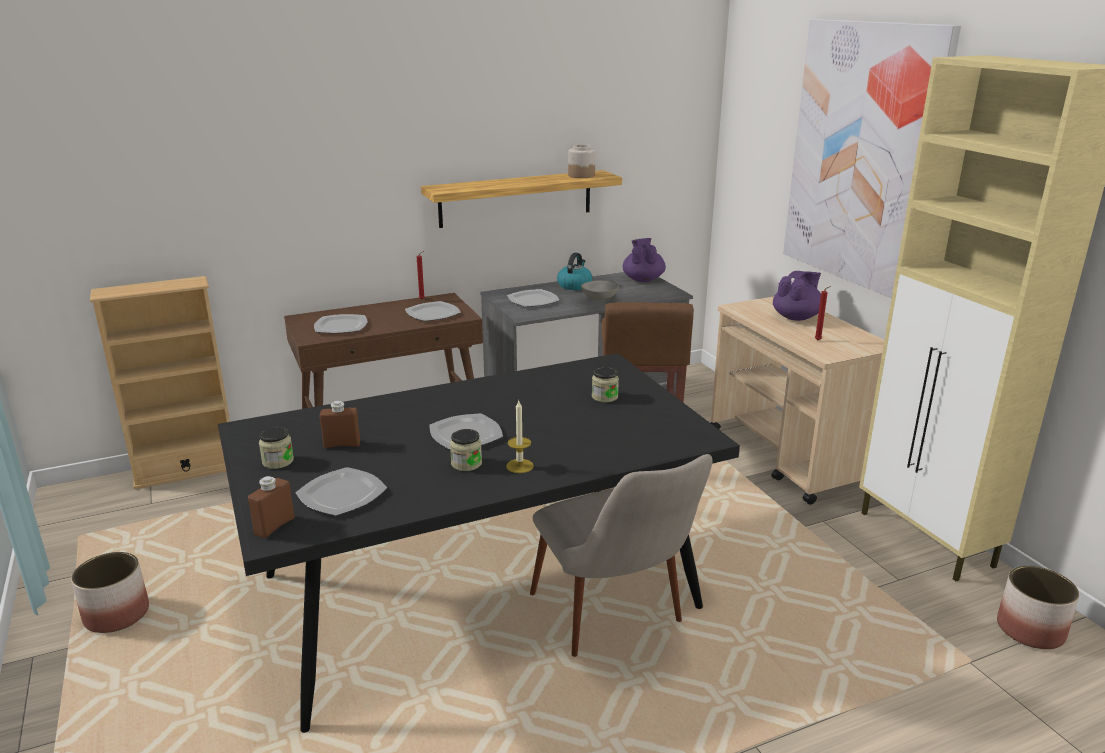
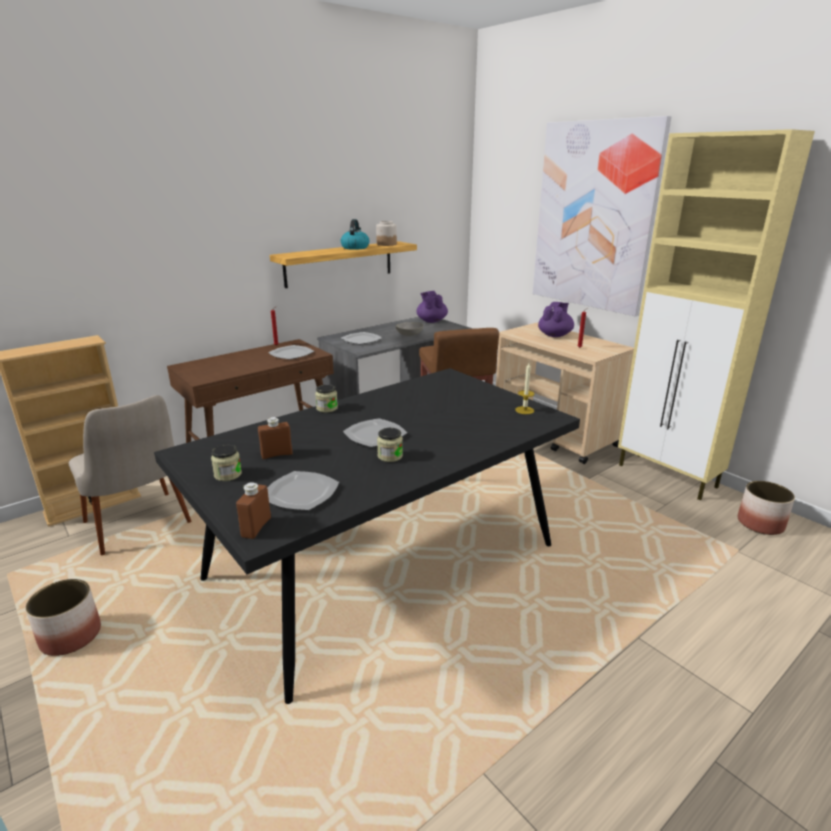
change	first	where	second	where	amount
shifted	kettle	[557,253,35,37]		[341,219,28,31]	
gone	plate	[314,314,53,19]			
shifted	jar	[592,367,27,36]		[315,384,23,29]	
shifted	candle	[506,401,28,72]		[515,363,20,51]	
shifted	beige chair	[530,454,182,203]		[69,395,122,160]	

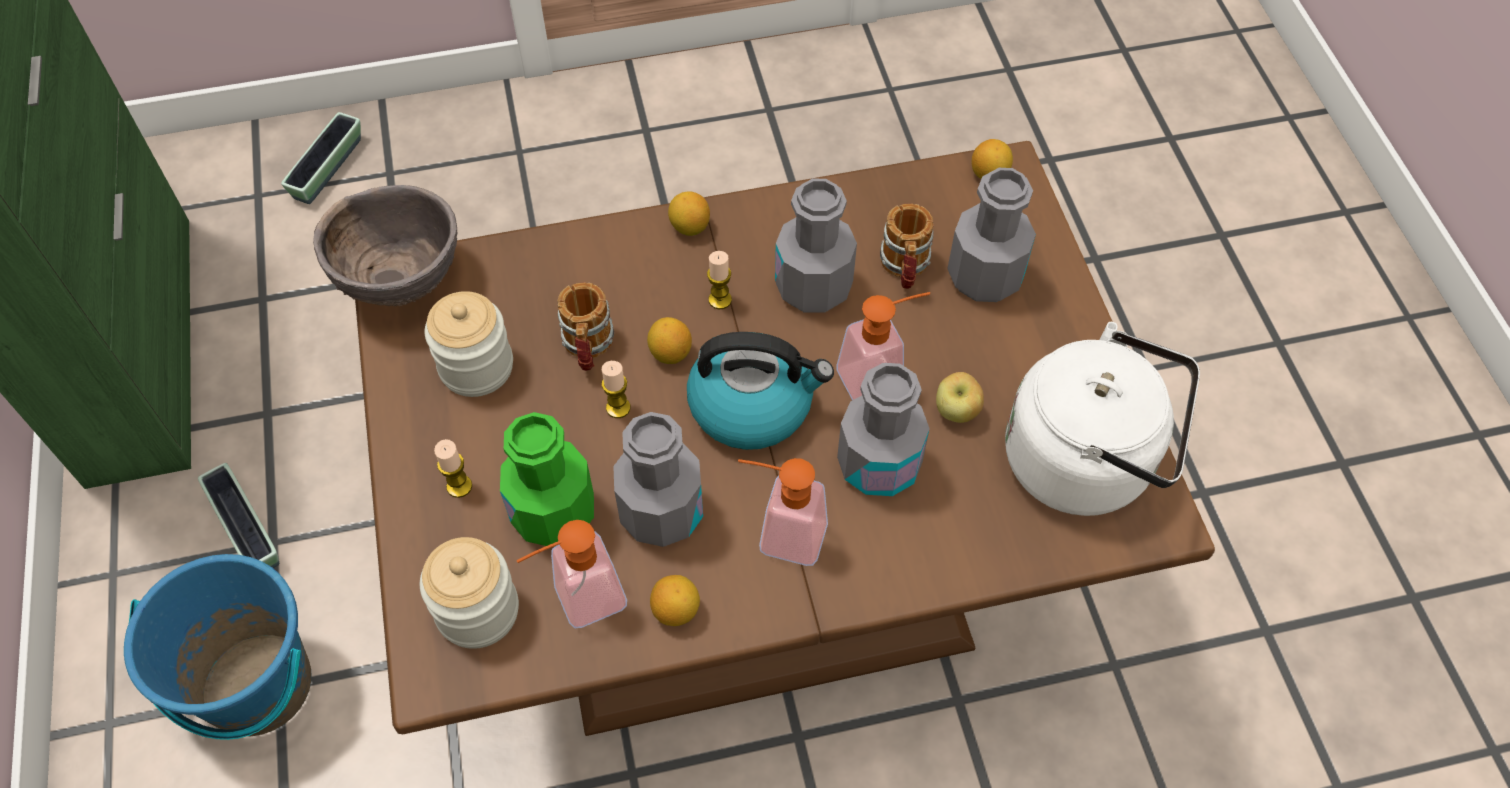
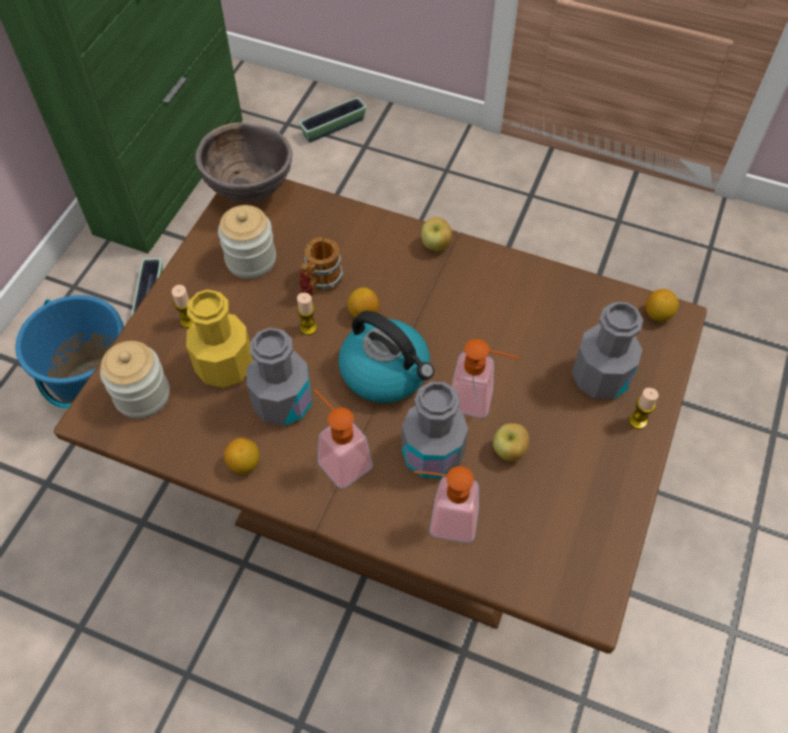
change	first	where	second	where	amount
gone	grey bottle	[775,179,82,134]			
swapped	lemon	[668,191,42,45]	apple	[421,217,31,34]	
gone	mug	[880,203,54,86]			
shifted	candle	[707,251,25,58]		[629,388,30,41]	
gone	white kettle	[1005,322,195,194]			
repainted	green bottle	[500,412,94,134]	yellow bottle	[186,290,66,98]	
shifted	soap dispenser	[517,520,110,108]		[414,466,65,76]	

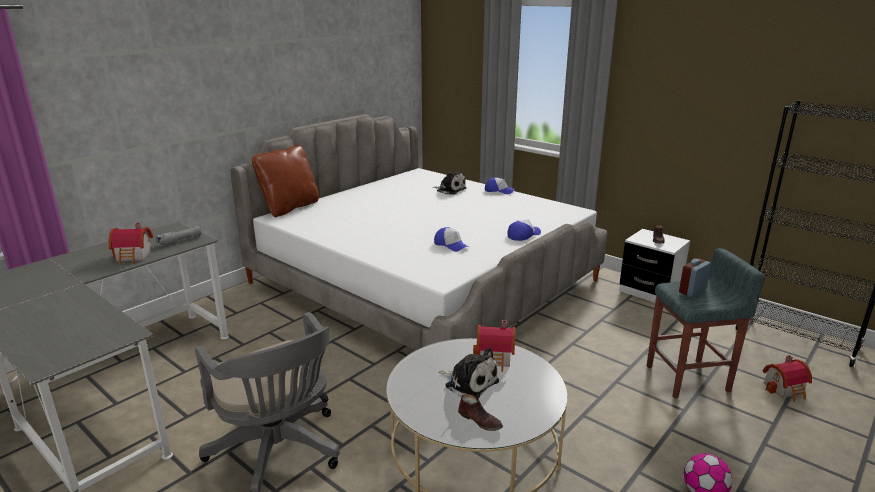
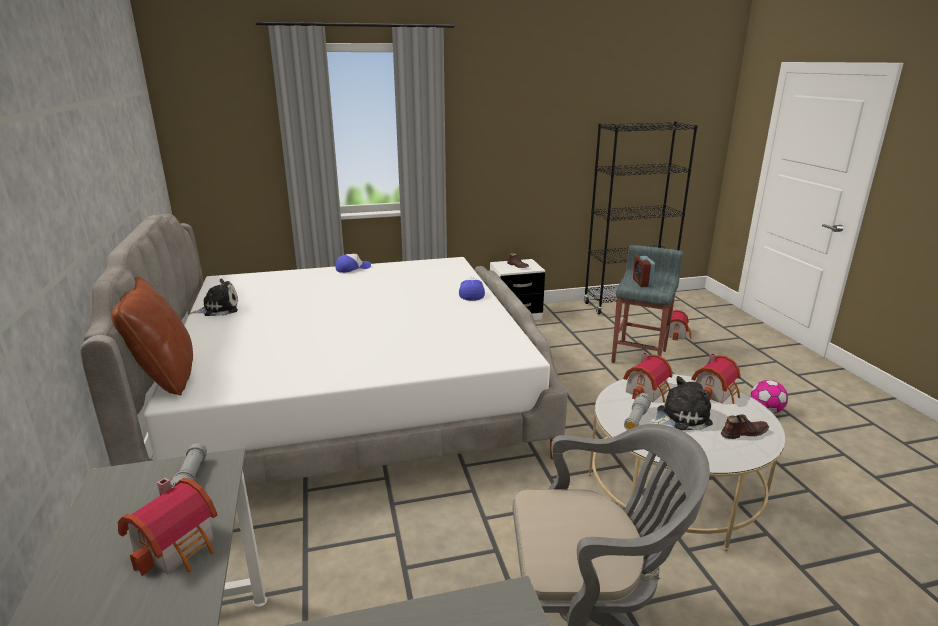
change	first	where	second	where	amount
shifted	plush toy	[433,170,34,25]		[189,279,49,37]	
gone	cap	[434,227,35,25]			
new			toy house	[691,353,50,51]	
new			grey flashlight	[624,393,27,37]	

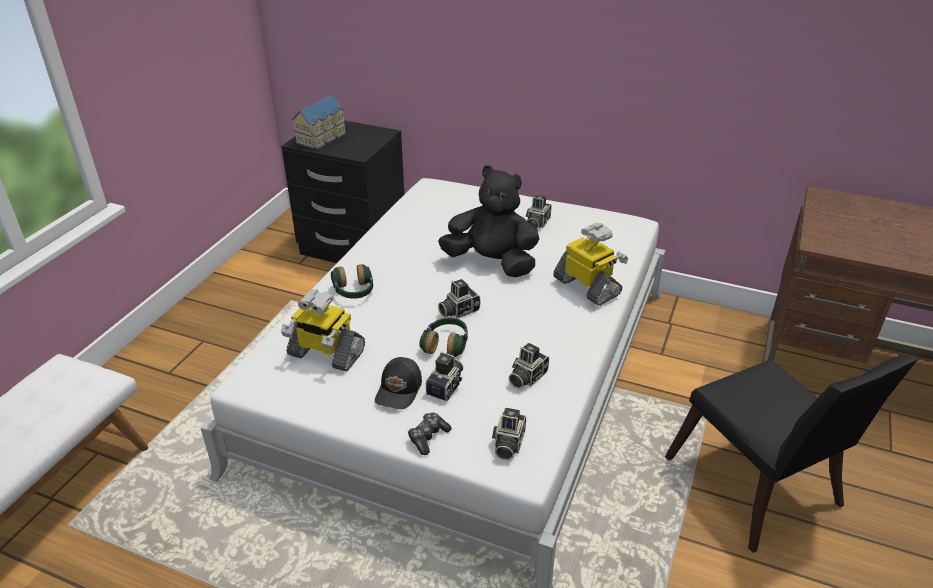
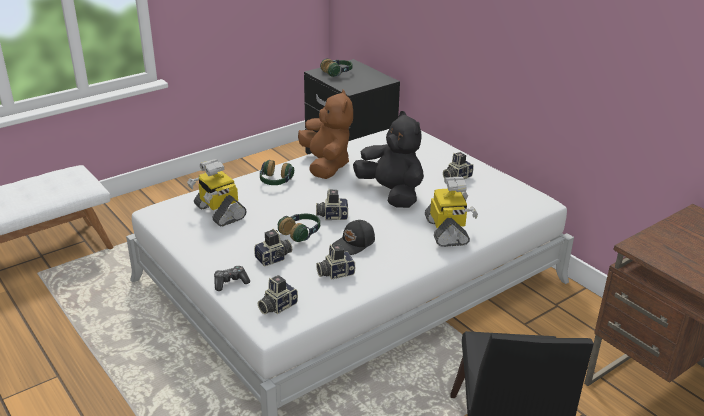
change	first	where	second	where	amount
swapped	toy house	[292,95,54,54]	headphones	[320,59,32,18]	
shifted	black cap	[375,357,47,52]		[332,220,43,35]	
new			brown plush toy	[298,90,55,89]	

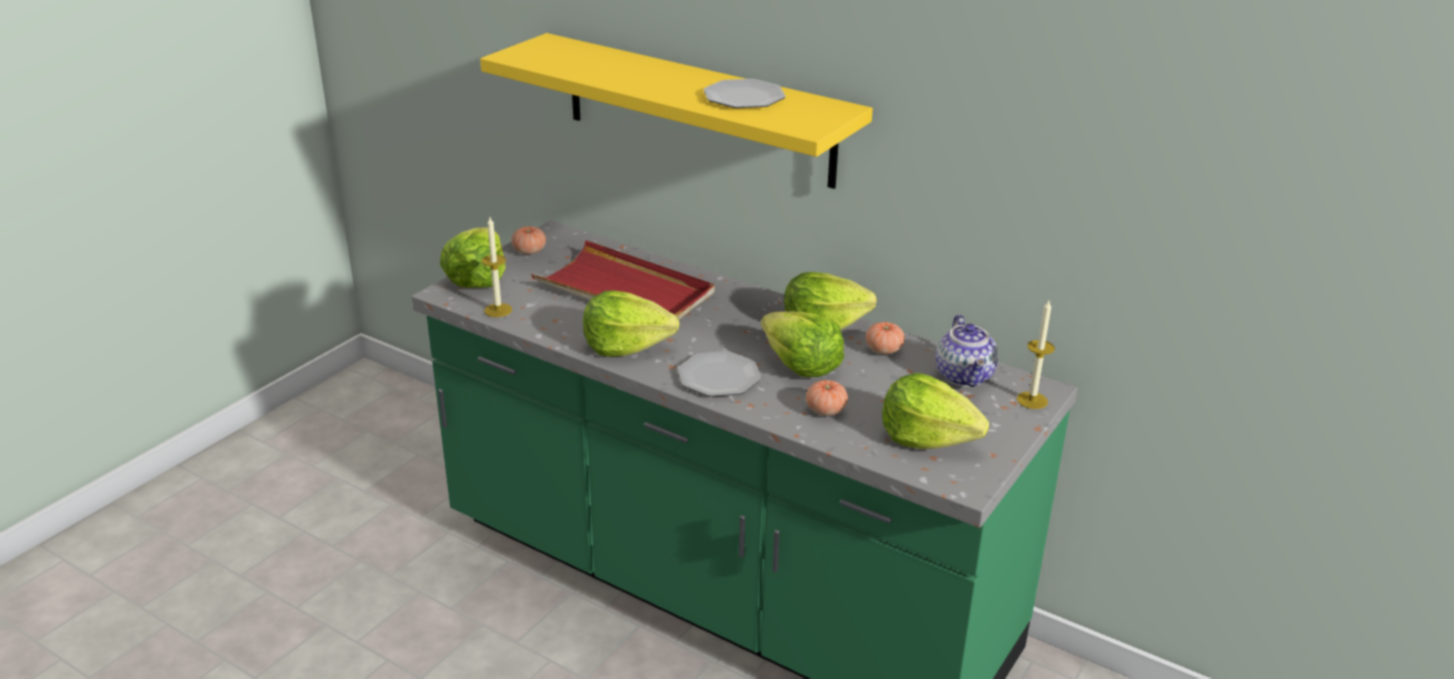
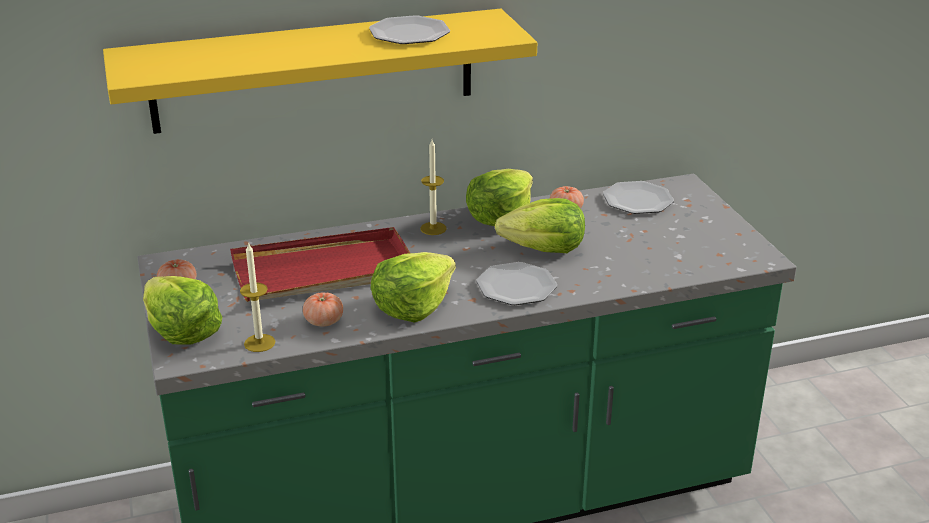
change	first	where	second	where	amount
shifted	candle	[1017,301,38,108]		[420,140,27,95]	
swapped	teapot	[936,315,62,72]	plate	[603,181,71,33]	
gone	lettuce	[882,373,107,76]			
shifted	tomato	[806,380,42,36]		[303,292,40,35]	

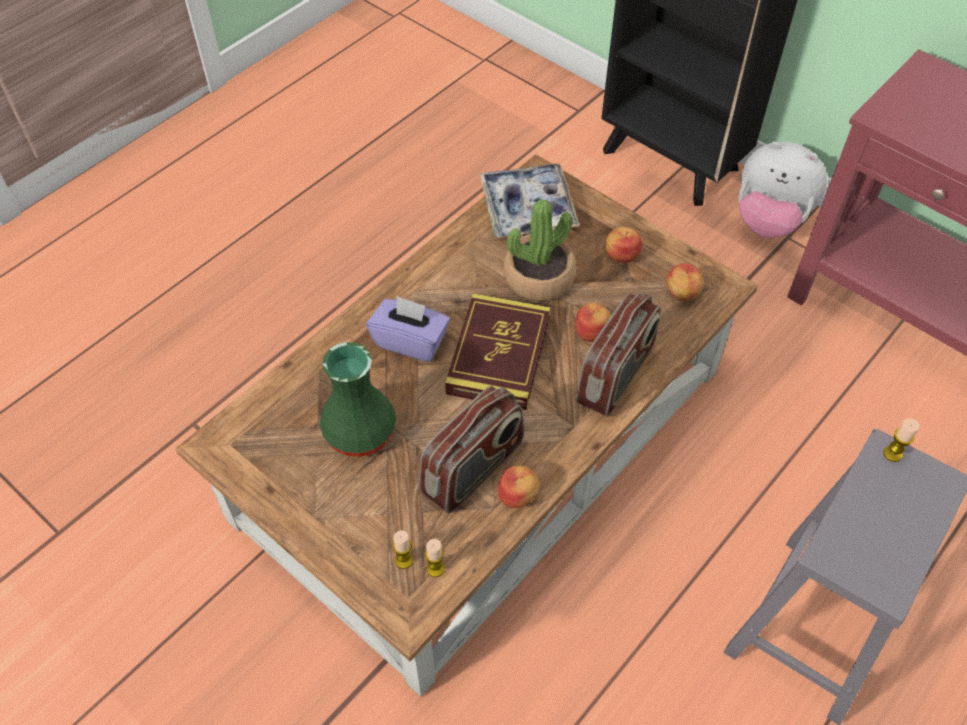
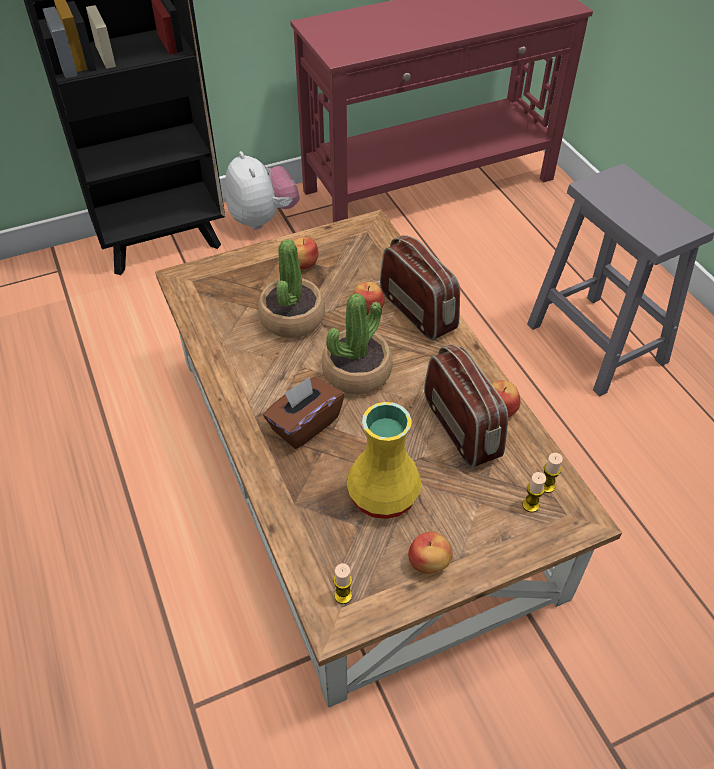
change	first	where	second	where	amount
rotated	plush toy	[738,141,89,97]		[226,151,74,79]	75 degrees counterclockwise
gone	tray	[480,163,100,75]			
shifted	apple	[666,263,37,38]		[408,532,44,42]	
swapped	book	[445,293,105,117]	potted plant	[322,293,71,102]	
repainted	purple tissue box	[367,295,83,67]	brown tissue box	[263,377,81,72]	
repainted	green vase	[320,342,76,115]	yellow vase	[347,402,75,117]	
shifted	candle	[884,418,36,44]		[333,563,19,41]	

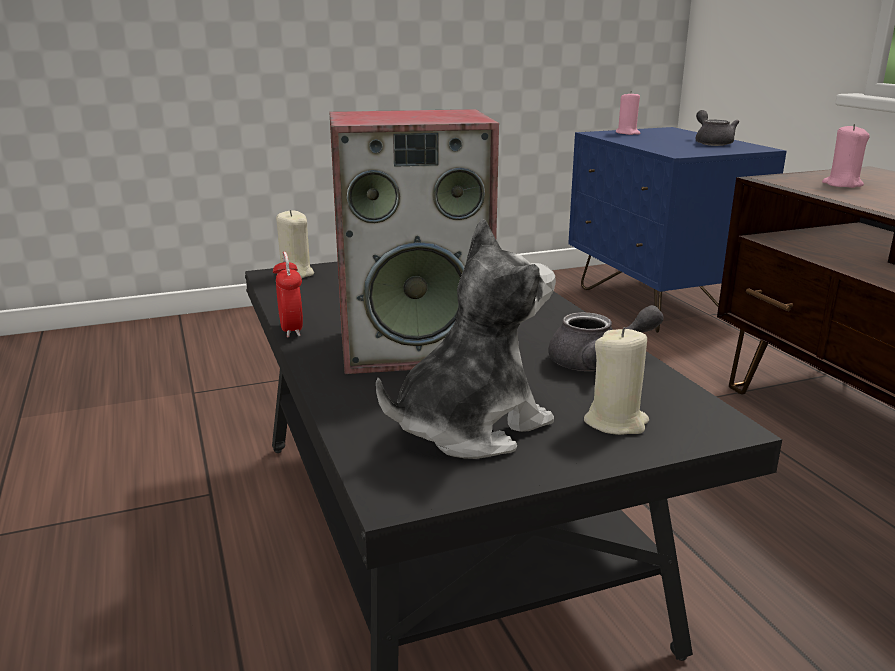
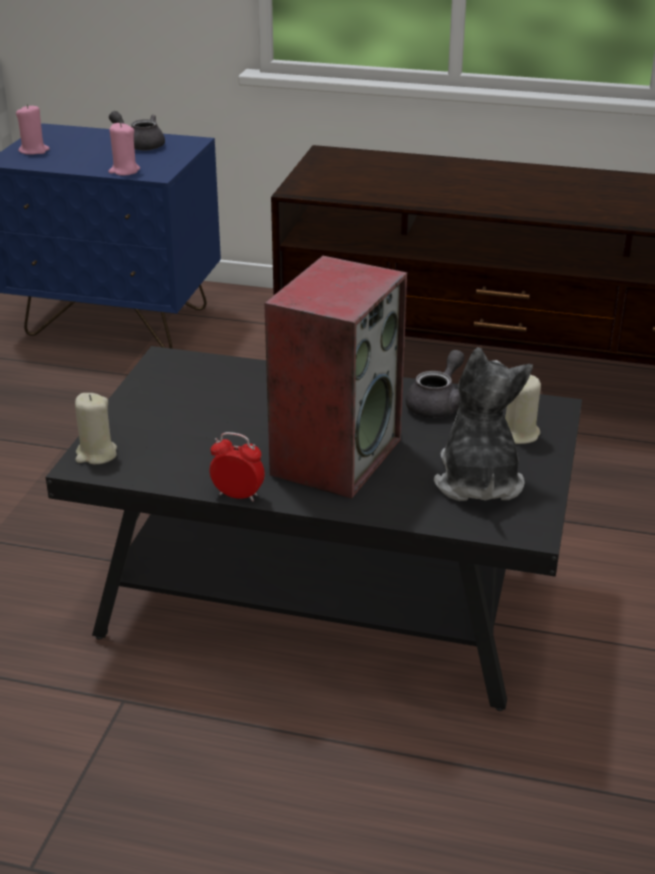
change	first	where	second	where	amount
shifted	pink candle	[822,124,48,64]		[109,122,31,54]	

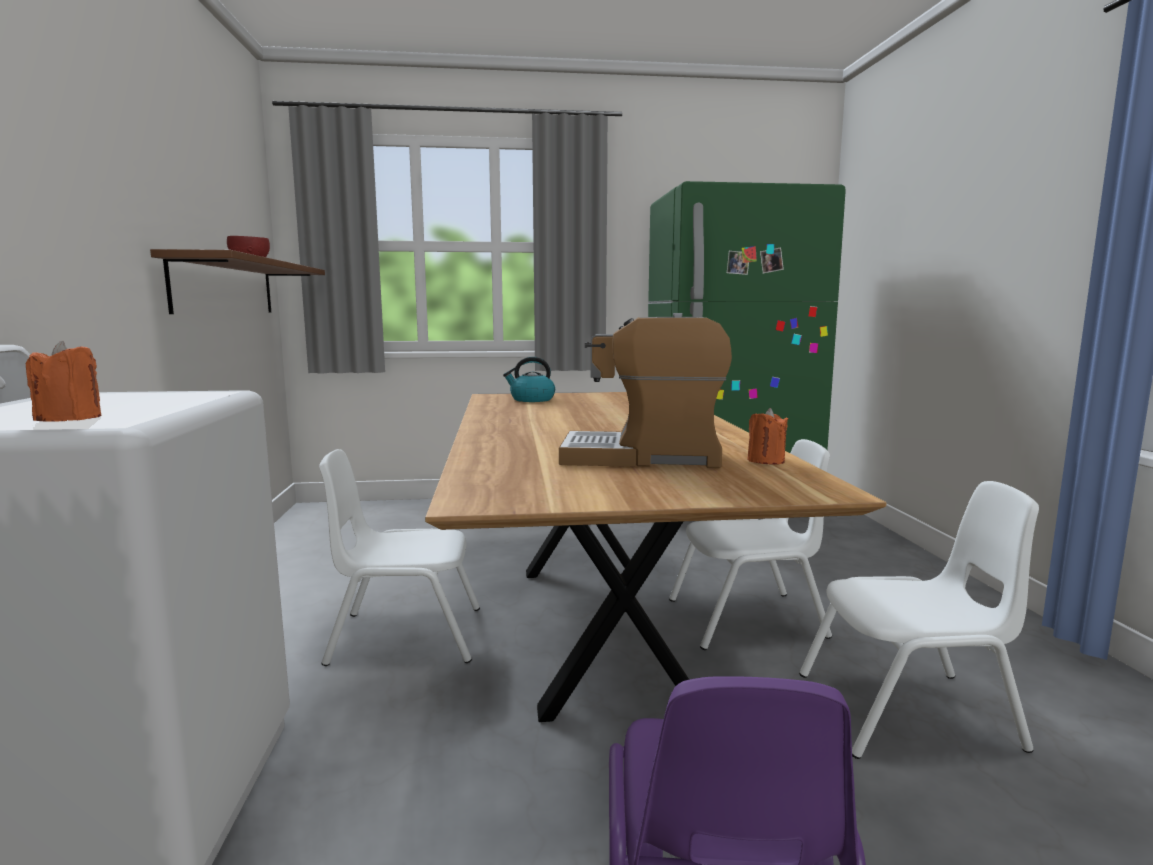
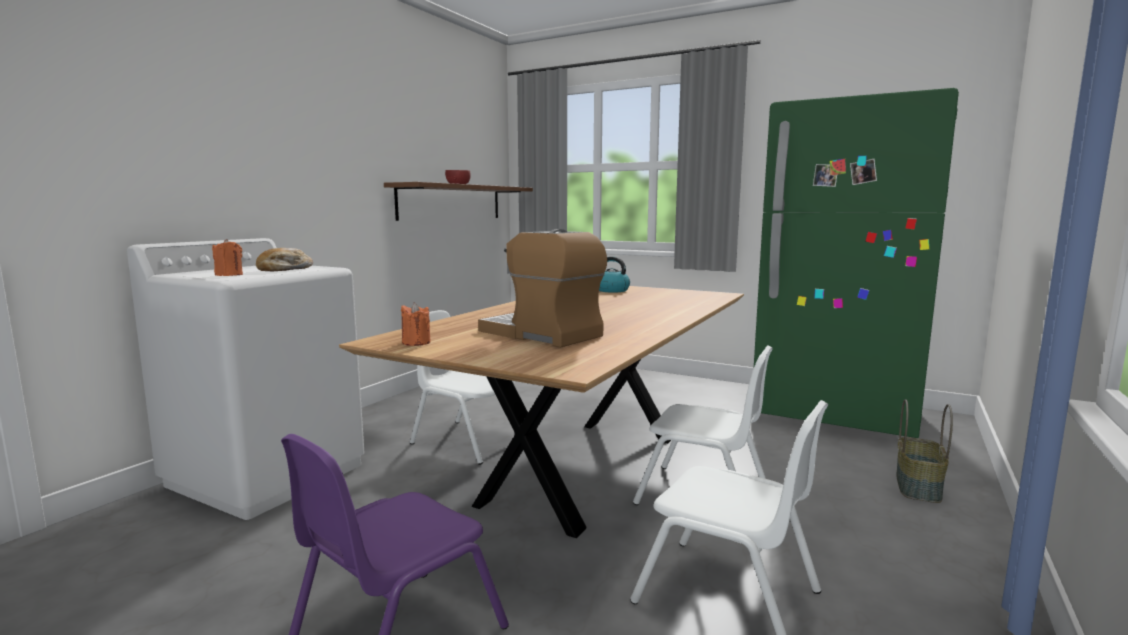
change	first	where	second	where	amount
shifted	orange candle	[747,408,41,57]		[401,303,30,43]	
new			bread	[256,248,57,23]	
new			basket	[896,399,57,104]	

